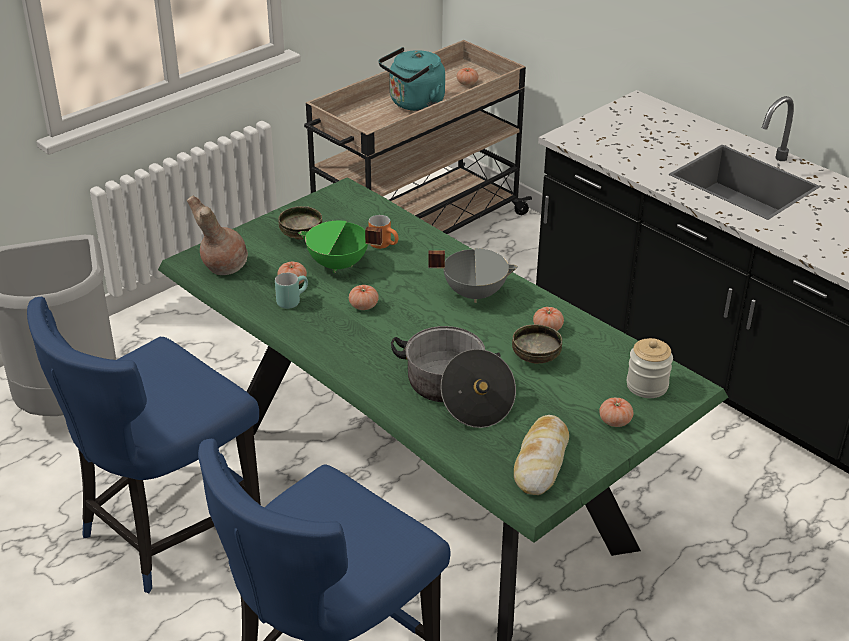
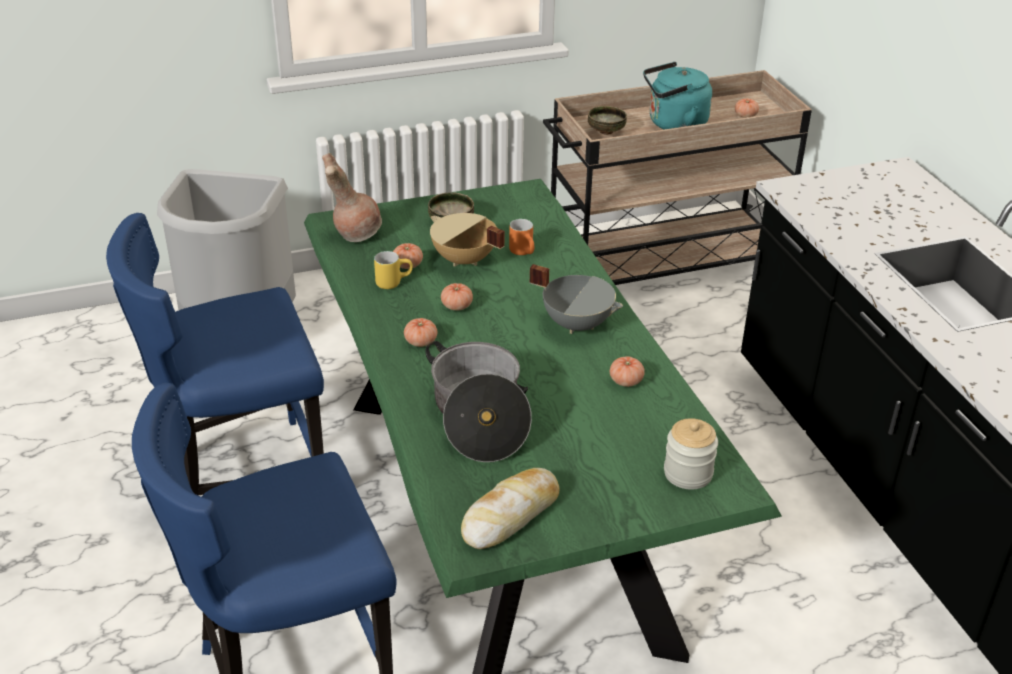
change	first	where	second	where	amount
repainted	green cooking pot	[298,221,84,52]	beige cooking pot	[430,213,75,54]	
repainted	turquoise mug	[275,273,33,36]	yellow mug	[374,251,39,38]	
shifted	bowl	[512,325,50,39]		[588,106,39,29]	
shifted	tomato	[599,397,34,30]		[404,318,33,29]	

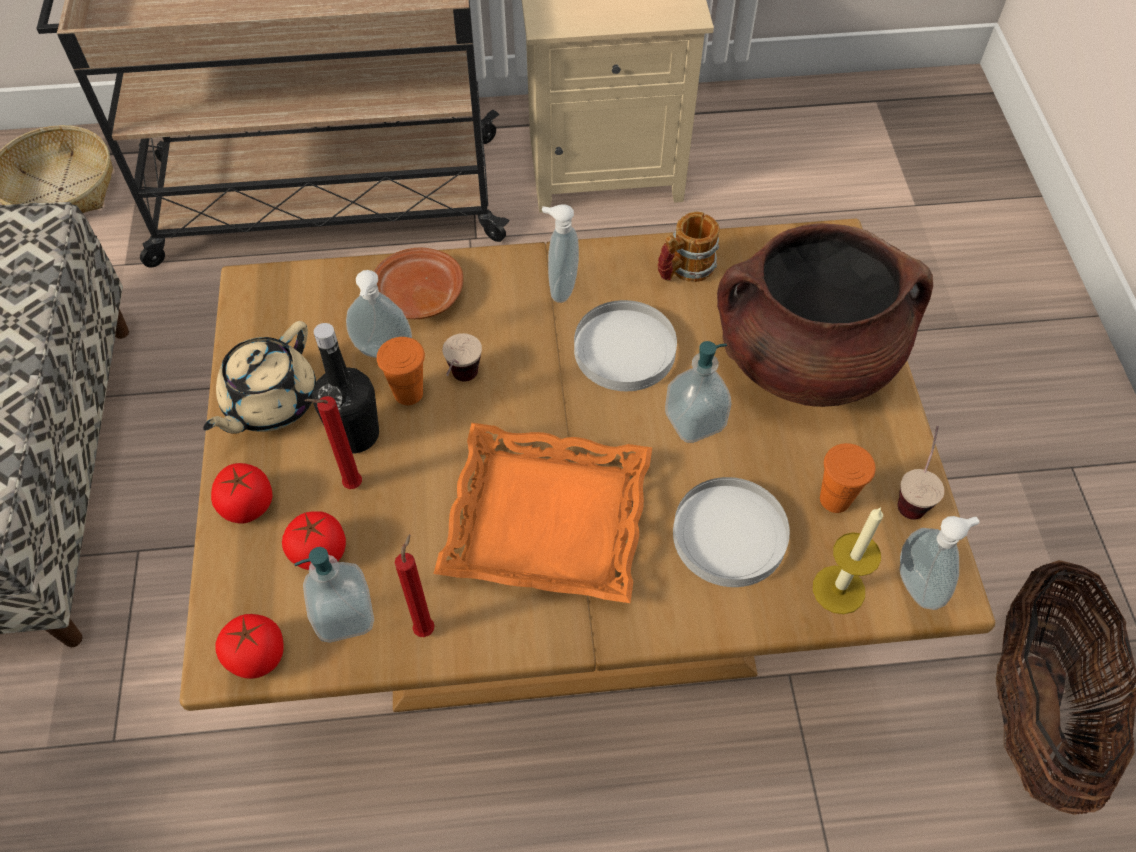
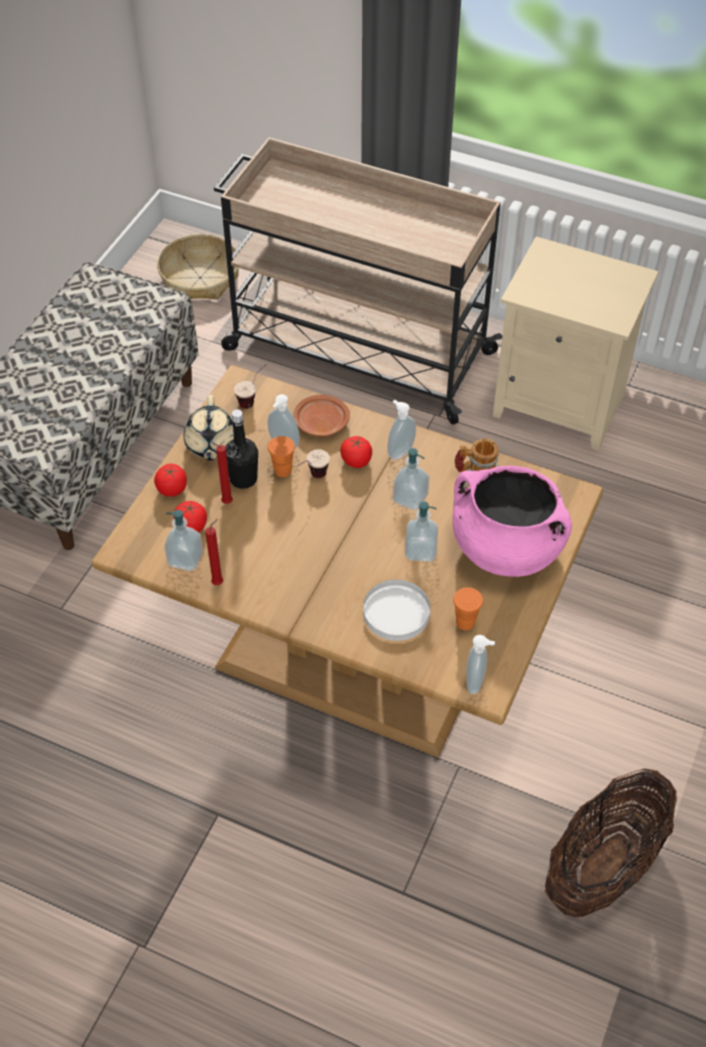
change	first	where	second	where	amount
repainted	brown cooking pot	[717,223,216,184]	pink cooking pot	[453,466,119,111]	
swapped	white plate	[574,300,103,91]	soap dispenser	[393,448,36,62]	
rotated	beige teapot	[203,321,113,113]		[184,395,50,65]	60 degrees counterclockwise
gone	orange tray	[434,423,218,180]			
shifted	cup	[897,426,47,94]		[234,364,33,45]	
gone	candle	[813,507,70,107]			
shifted	tomato	[215,614,69,65]		[340,436,32,32]	

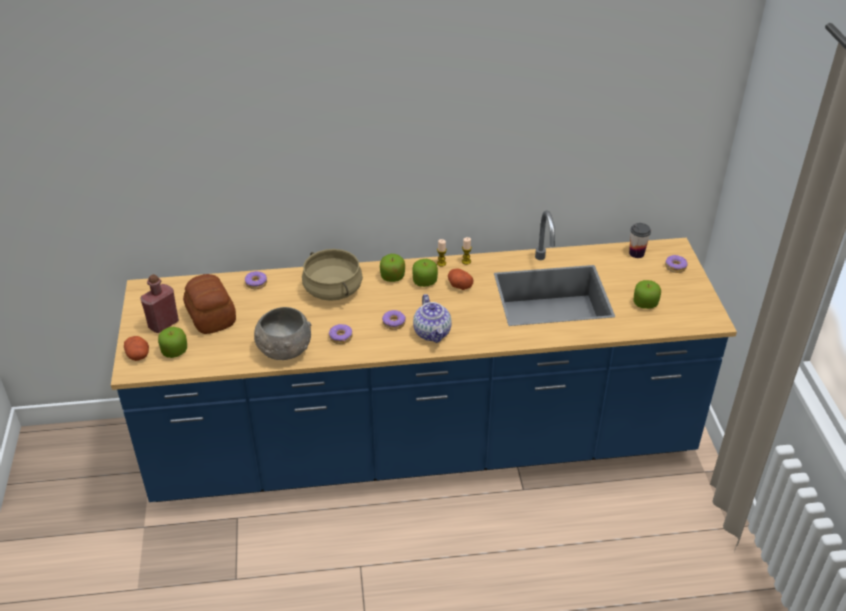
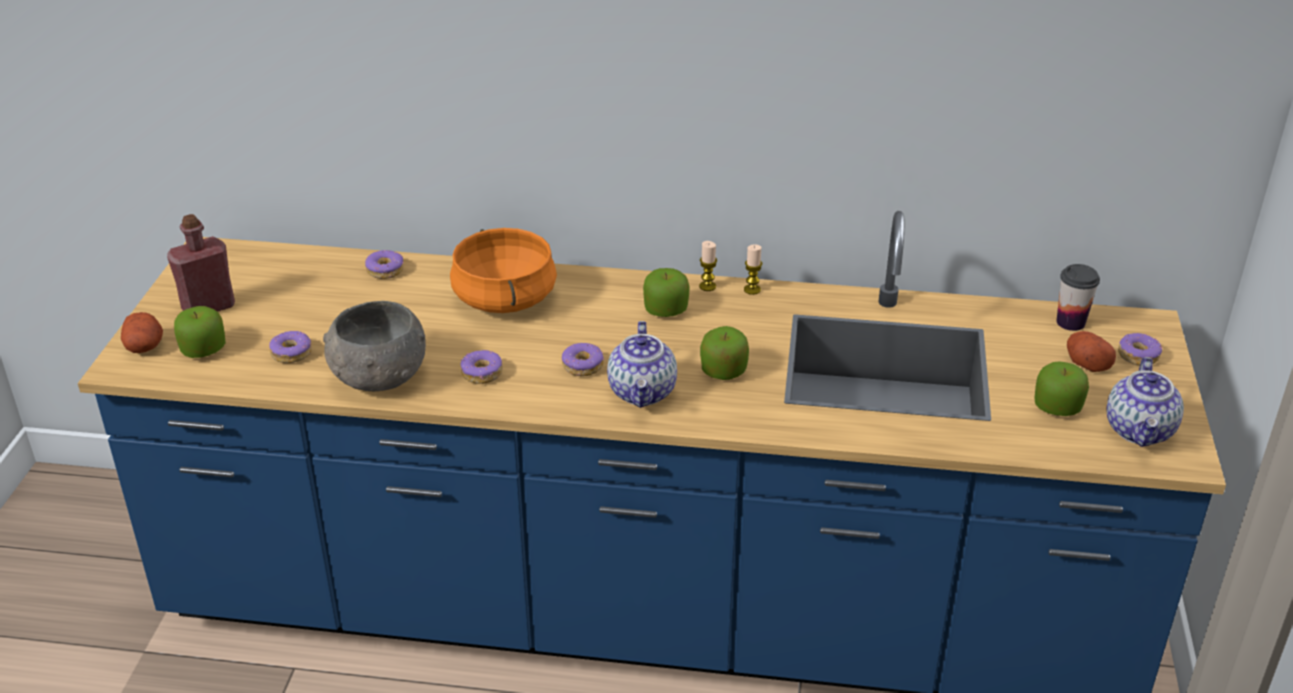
change	first	where	second	where	amount
repainted	beige cooking pot	[302,249,61,52]	orange cooking pot	[450,228,107,85]	
shifted	apple	[380,254,25,28]		[700,326,49,54]	
shifted	potato	[448,268,25,22]		[1067,331,49,41]	
gone	bread	[183,274,53,60]			
new			donut	[269,331,43,32]	
new			teapot	[1106,357,78,90]	

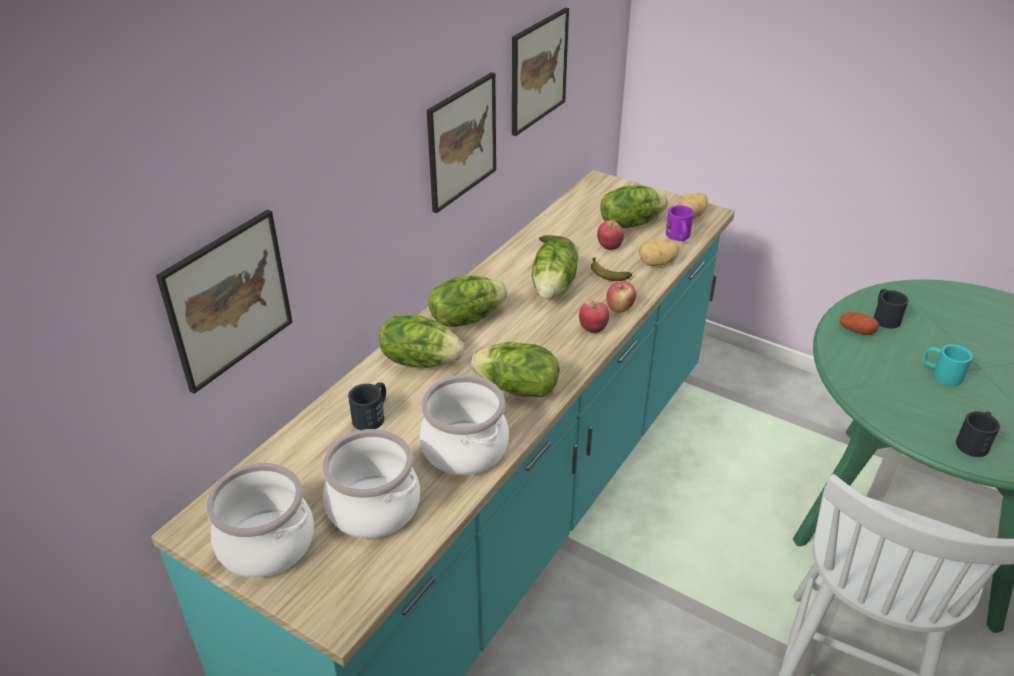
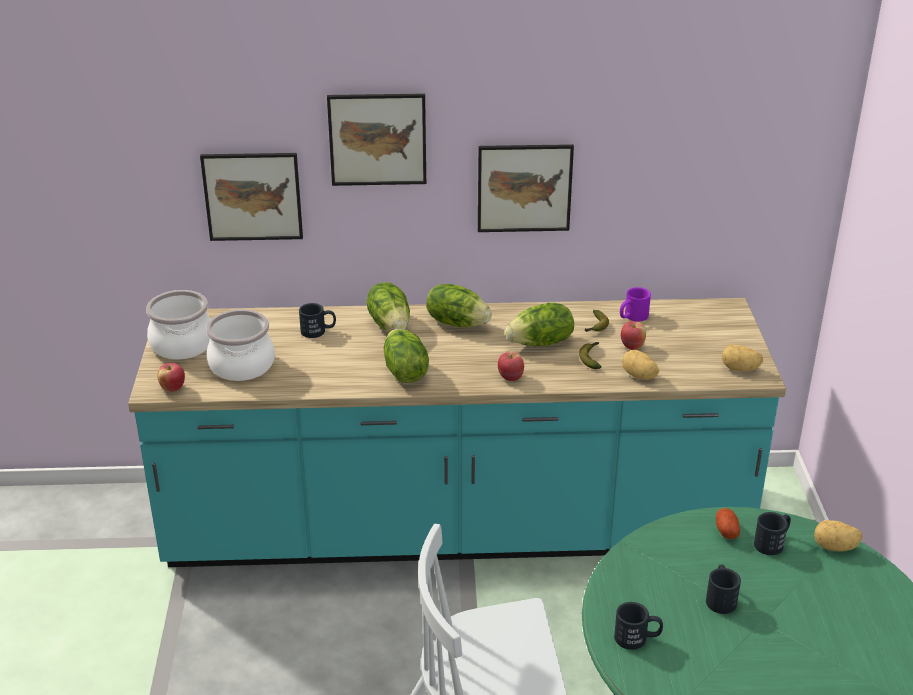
change	first	where	second	where	amount
shifted	picture	[512,7,57,129]		[327,94,99,92]	
gone	lettuce	[600,185,68,43]			
shifted	purple mug	[666,205,28,37]		[620,287,31,34]	
shifted	apple	[606,281,30,32]		[157,363,28,29]	
repainted	turquoise mug	[923,344,50,42]	black mug	[706,565,35,49]	
gone	cooking pot	[419,375,90,100]			
new			potato	[814,520,49,31]	

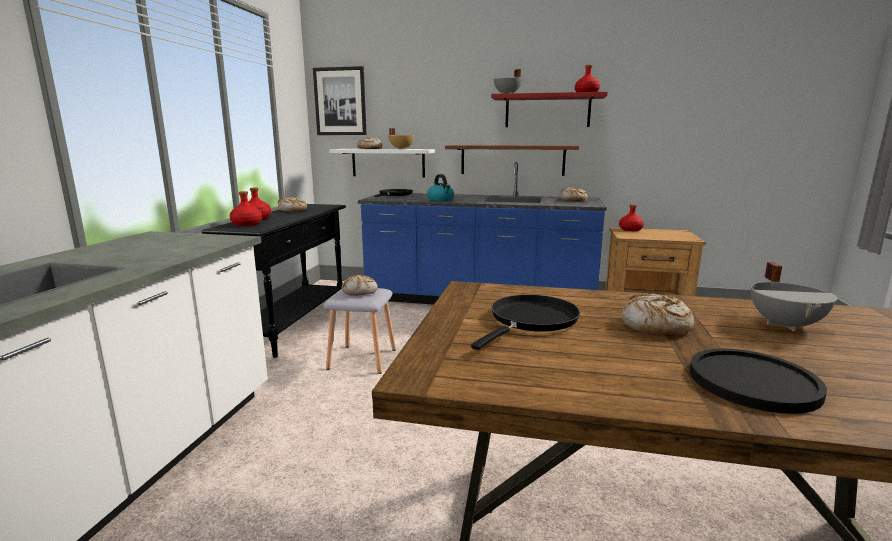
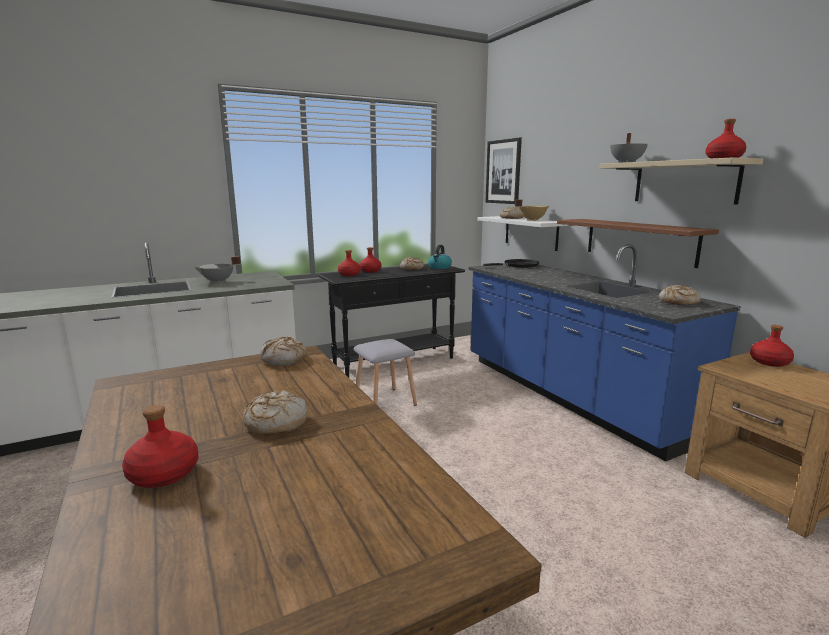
change	first	where	second	where	amount
repainted	red shelf	[491,92,117,35]	beige shelf	[599,157,164,48]	
shifted	kettle	[427,174,27,27]		[428,245,24,24]	
shifted	grey cooking pot	[751,262,86,69]		[195,256,45,27]	
shifted	bread	[341,275,37,21]		[260,337,47,29]	
gone	black frying pan	[471,295,109,55]			
swapped	black plate	[690,348,137,66]	red bottle	[122,405,76,83]	

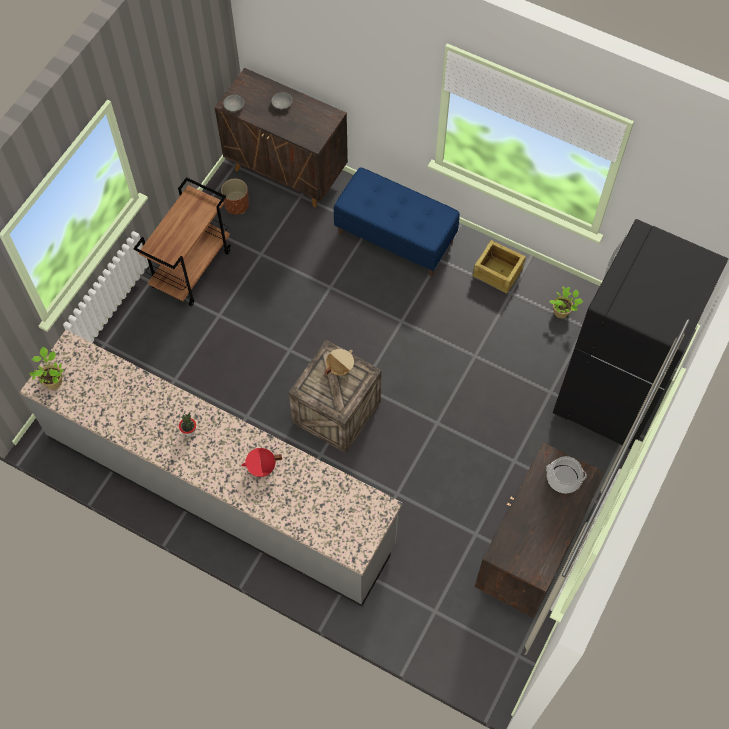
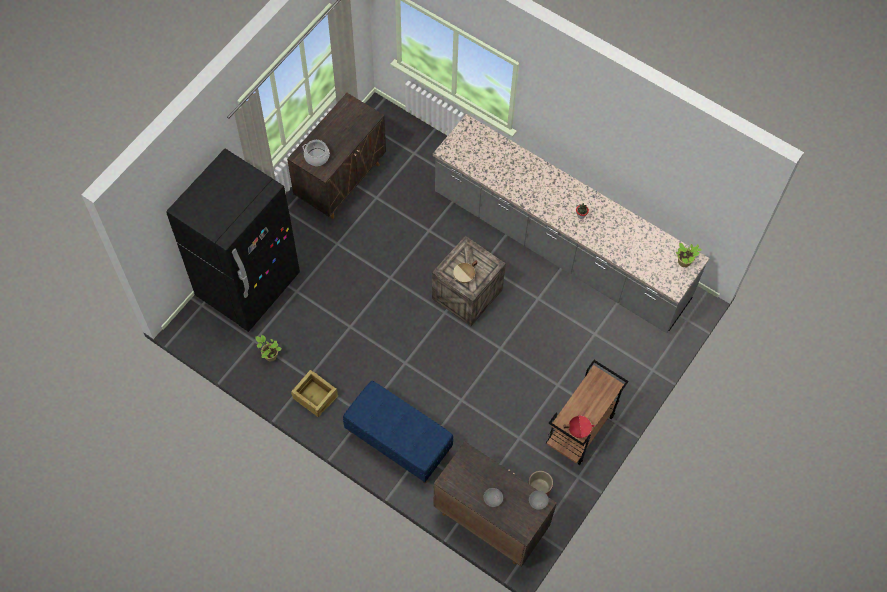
change	first	where	second	where	amount
shifted	red cooking pot	[241,448,41,29]		[563,416,32,22]	

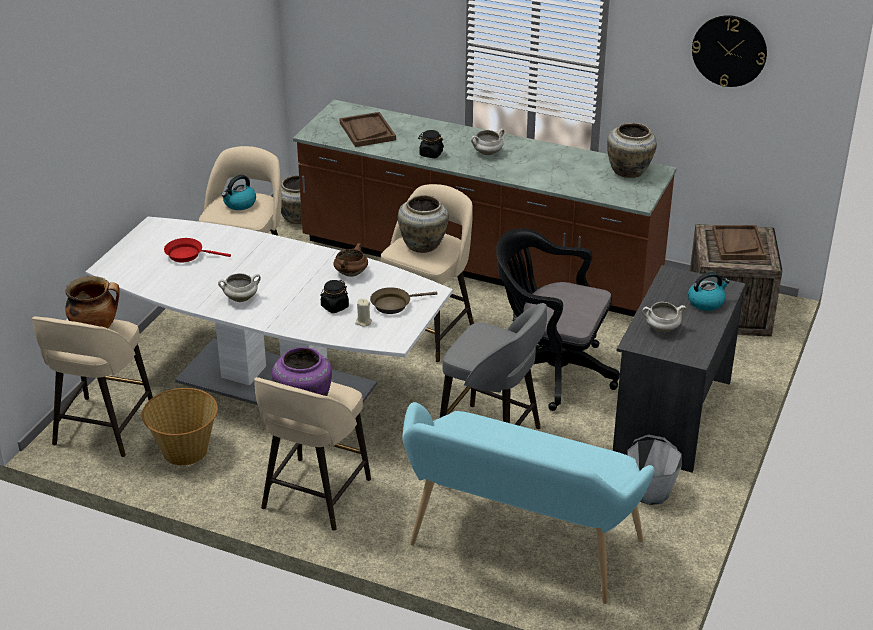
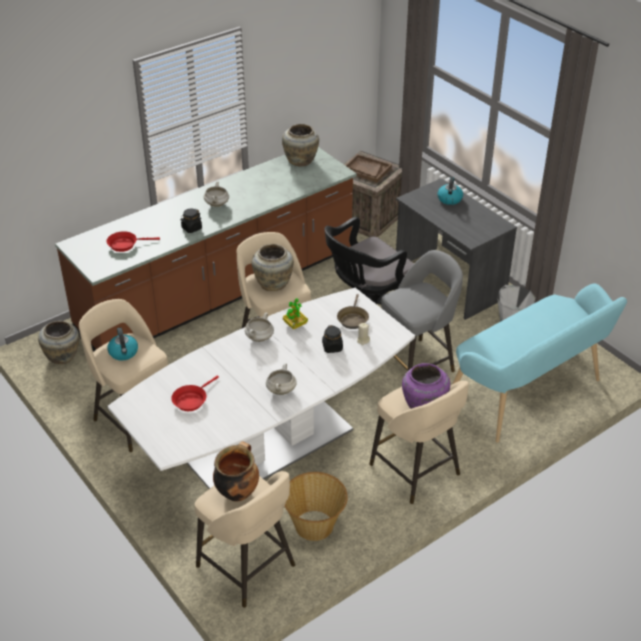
change	first	where	second	where	amount
gone	wall clock	[692,15,75,72]			
swapped	brown tray	[340,112,56,35]	red frying pan	[107,231,53,21]	
swapped	brown cooking pot	[334,243,34,34]	potted plant	[283,298,25,32]	
shifted	white cooking pot	[642,302,44,30]		[245,313,29,29]	

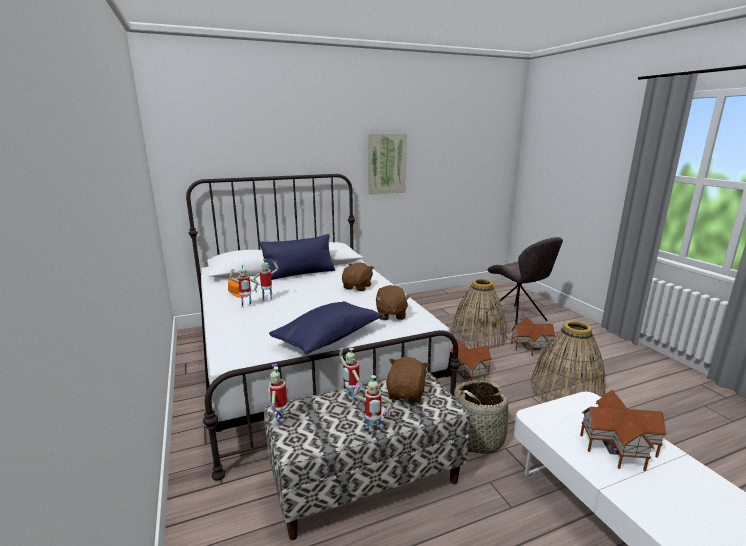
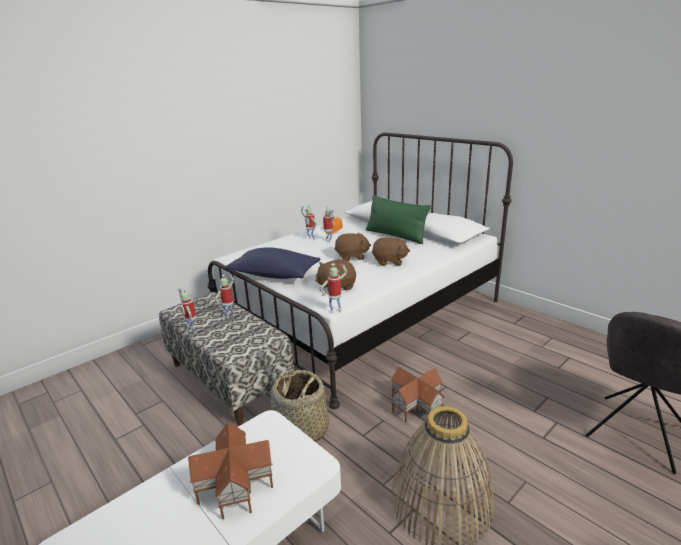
change	first	where	second	where	amount
gone	picture	[368,133,39,62]			
repainted	blue pillow	[259,234,76,46]	green pillow	[366,195,65,49]	
gone	basket	[451,279,56,70]			
gone	toy house	[511,317,44,39]			
shifted	brown plush toy	[386,357,43,46]		[335,232,36,29]	
shifted	toy robot	[268,364,19,64]		[320,263,27,50]	

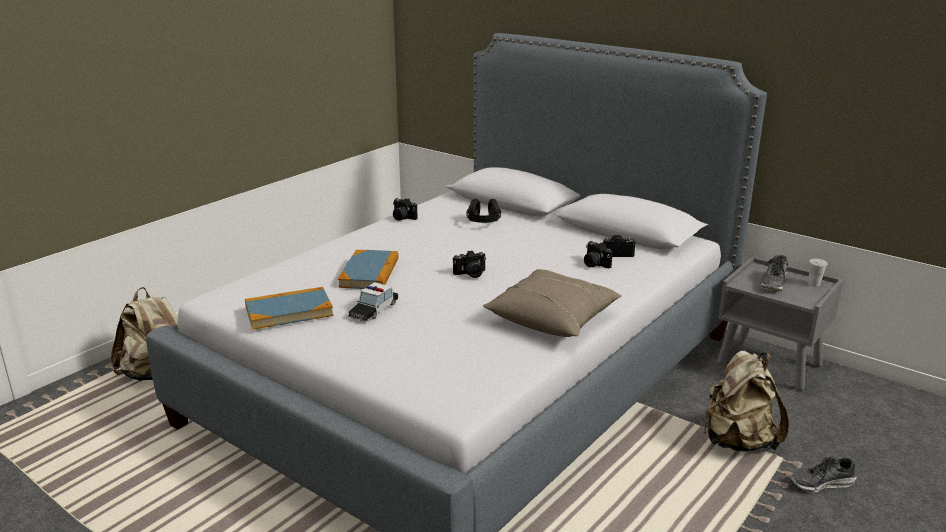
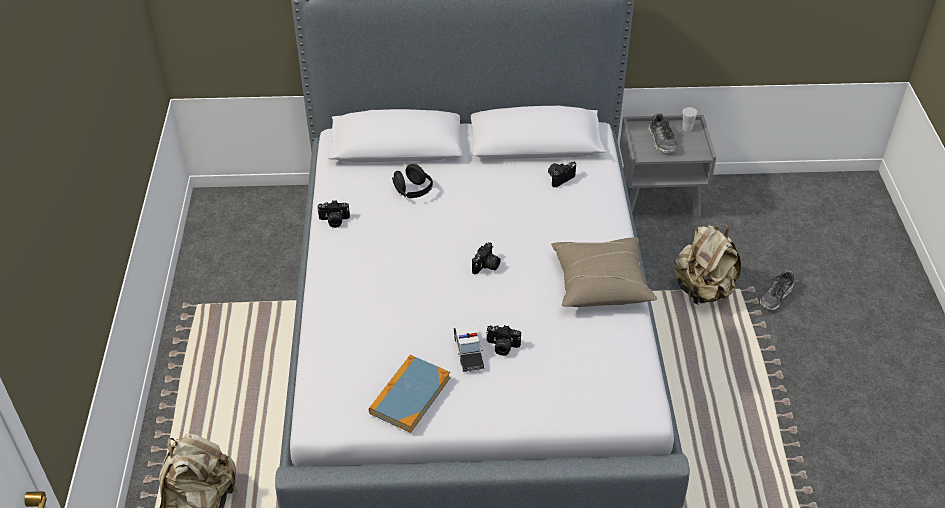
change	first	where	second	where	amount
shifted	photo camera	[584,241,29,27]		[486,325,35,31]	
gone	book	[338,250,61,39]			

